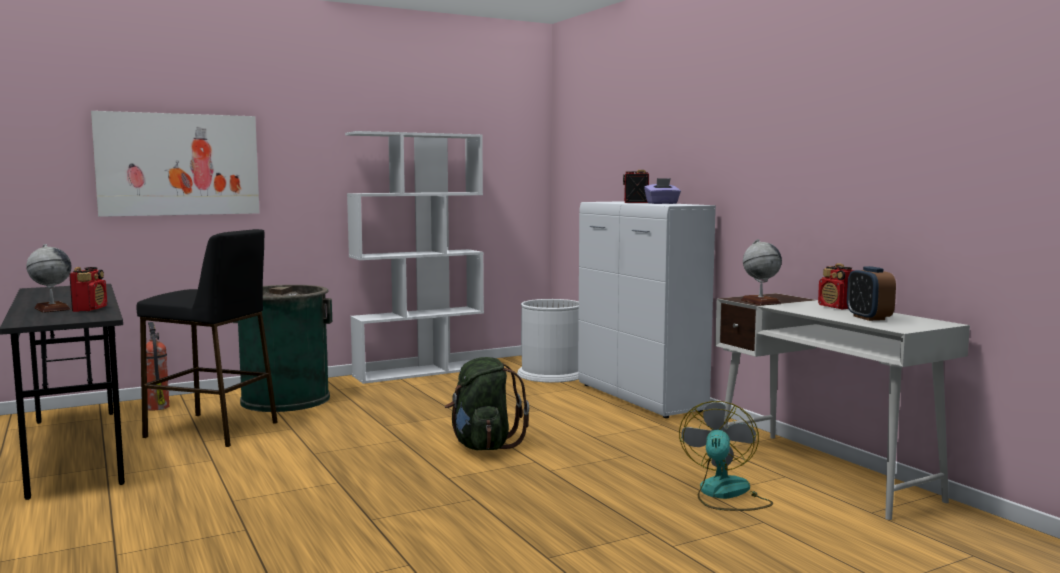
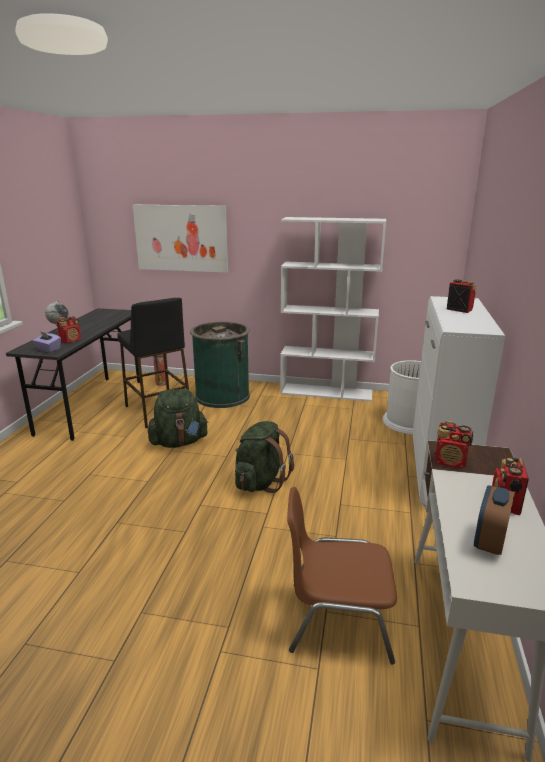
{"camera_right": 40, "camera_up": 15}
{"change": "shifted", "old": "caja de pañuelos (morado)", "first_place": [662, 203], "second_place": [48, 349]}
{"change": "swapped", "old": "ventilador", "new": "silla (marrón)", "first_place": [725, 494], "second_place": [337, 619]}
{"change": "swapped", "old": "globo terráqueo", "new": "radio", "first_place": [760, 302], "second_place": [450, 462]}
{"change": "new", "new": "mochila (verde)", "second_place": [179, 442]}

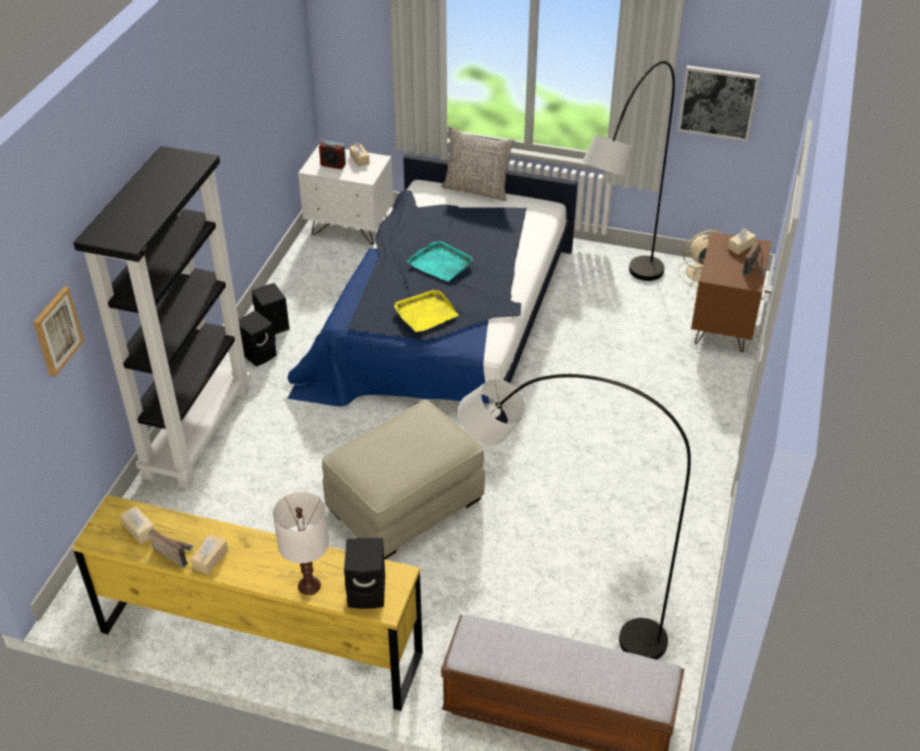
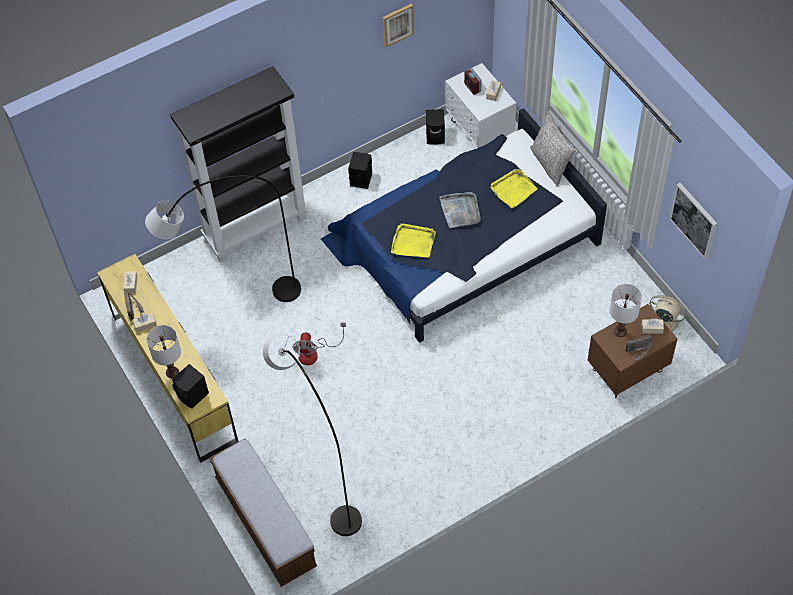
{"camera_right": 45, "camera_up": 15}
{"change": "shifted", "old": "cuadro", "first_place": [56, 331], "second_place": [397, 24]}
{"change": "shifted", "old": "altavoz (negro)", "first_place": [259, 354], "second_place": [436, 136]}
{"change": "swapped", "old": "puf (beis)", "new": "ventilador", "first_place": [405, 504], "second_place": [314, 353]}
{"change": "repainted", "old": "bandeja (turquesa)", "new": "bandeja (gris)", "first_place": [441, 263], "second_place": [460, 211]}
{"change": "shifted", "old": "lámpara de pie (gris)", "first_place": [616, 305], "second_place": [234, 303]}
{"change": "new", "new": "bandeja (amarillo)", "second_place": [513, 190]}
{"change": "new", "new": "lámpara de mesa (blanco)", "second_place": [620, 331]}

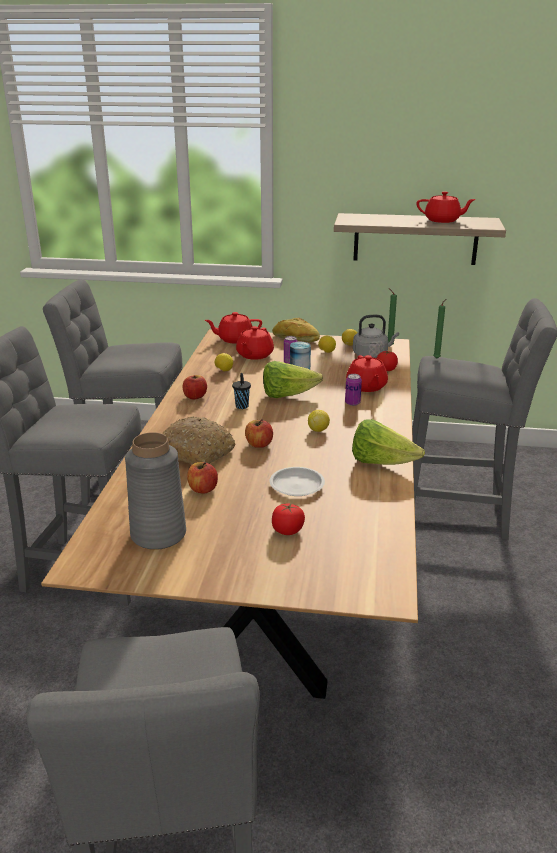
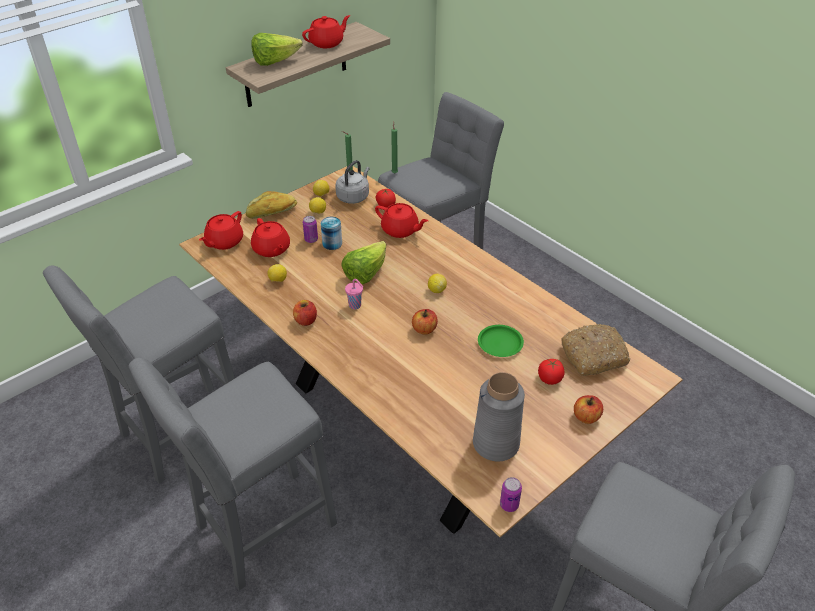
{"camera_right": -50, "camera_up": 15}
{"change": "shifted", "old": "pan", "first_place": [197, 451], "second_place": [594, 355]}
{"change": "shifted", "old": "manzana", "first_place": [202, 489], "second_place": [586, 417]}
{"change": "repainted", "old": "taza (negro)", "new": "taza (rosa)", "first_place": [242, 407], "second_place": [355, 306]}
{"change": "repainted", "old": "plato (blanco)", "new": "plato (verde)", "first_place": [297, 485], "second_place": [500, 343]}
{"change": "shifted", "old": "lata", "first_place": [352, 403], "second_place": [509, 505]}
{"change": "shifted", "old": "lechuga", "first_place": [381, 463], "second_place": [275, 62]}

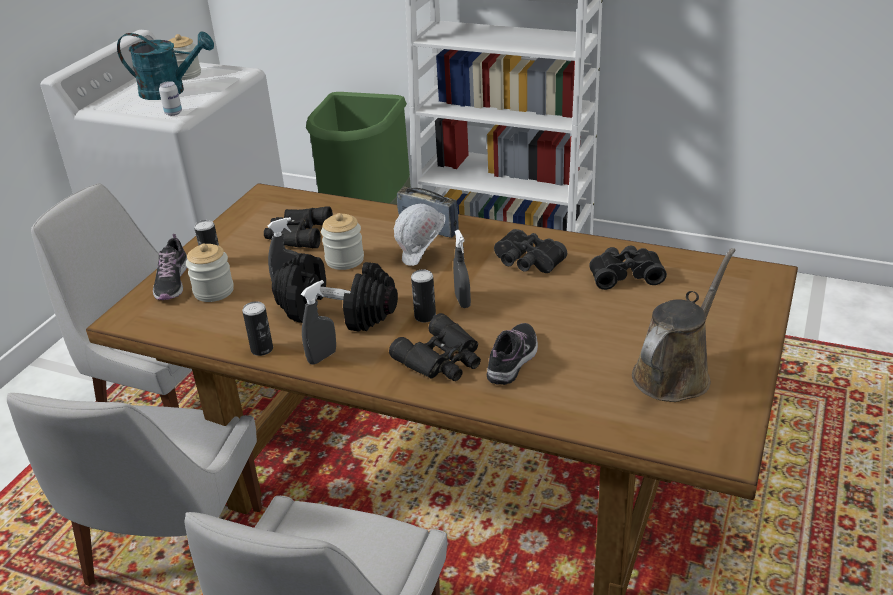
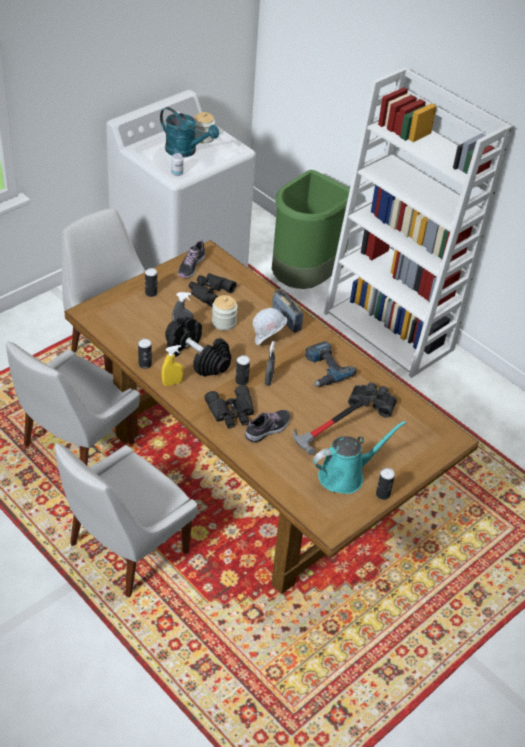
{"camera_right": 20, "camera_up": 10}
{"change": "shifted", "old": "zapato", "first_place": [172, 282], "second_place": [191, 266]}
{"change": "gone", "old": "tarro", "first_place": [214, 291]}
{"change": "repainted", "old": "pulverizador (gris)", "new": "pulverizador (amarillo)", "first_place": [322, 357], "second_place": [172, 383]}
{"change": "swapped", "old": "prismáticos (negro)", "new": "taladro", "first_place": [526, 262], "second_place": [323, 369]}
{"change": "repainted", "old": "regadera (marrón)", "new": "regadera (turquesa)", "first_place": [675, 373], "second_place": [345, 475]}
{"change": "new", "new": "martillo", "second_place": [324, 438]}
{"change": "new", "new": "lata", "second_place": [382, 494]}

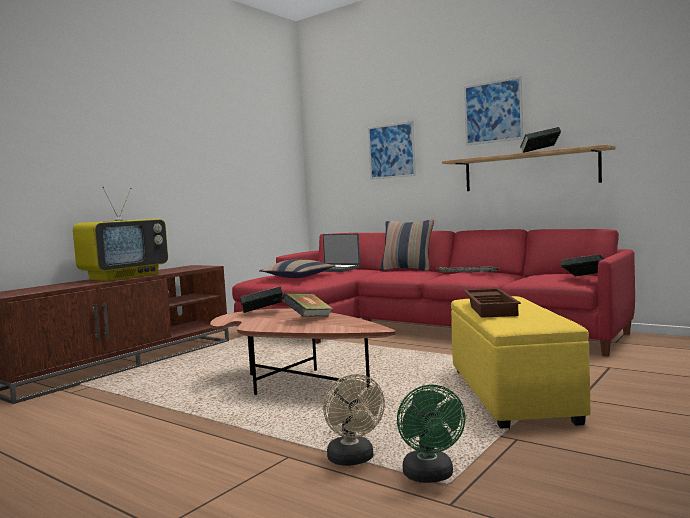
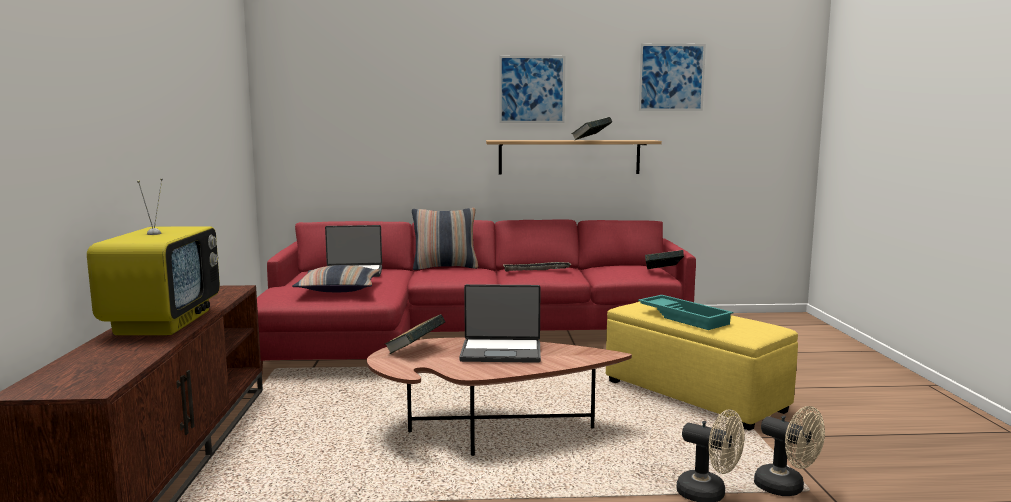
{"camera_right": -40, "camera_up": 5}
{"change": "swapped", "old": "libro", "new": "portátil", "first_place": [308, 319], "second_place": [501, 352]}
{"change": "shifted", "old": "cuadro", "first_place": [391, 151], "second_place": [671, 77]}
{"change": "repainted", "old": "ventilador (verde)", "new": "ventilador (beis)", "first_place": [430, 476], "second_place": [787, 488]}
{"change": "repainted", "old": "bandeja (marrón)", "new": "bandeja (turquesa)", "first_place": [491, 308], "second_place": [685, 317]}

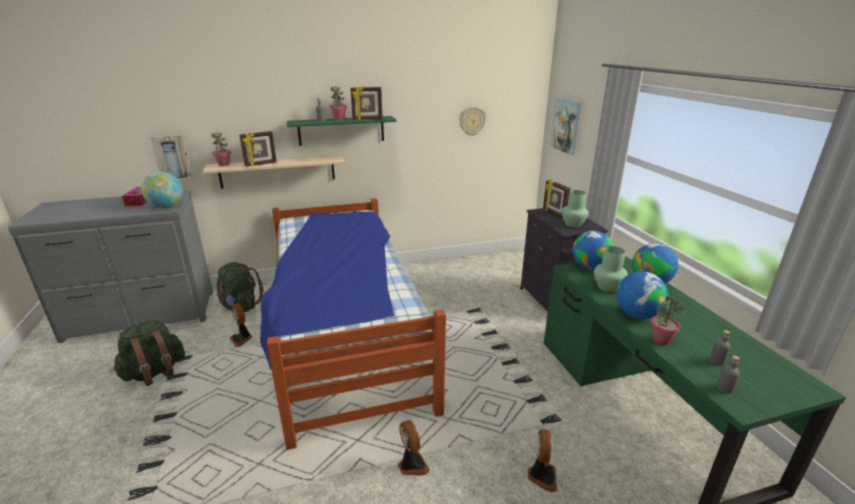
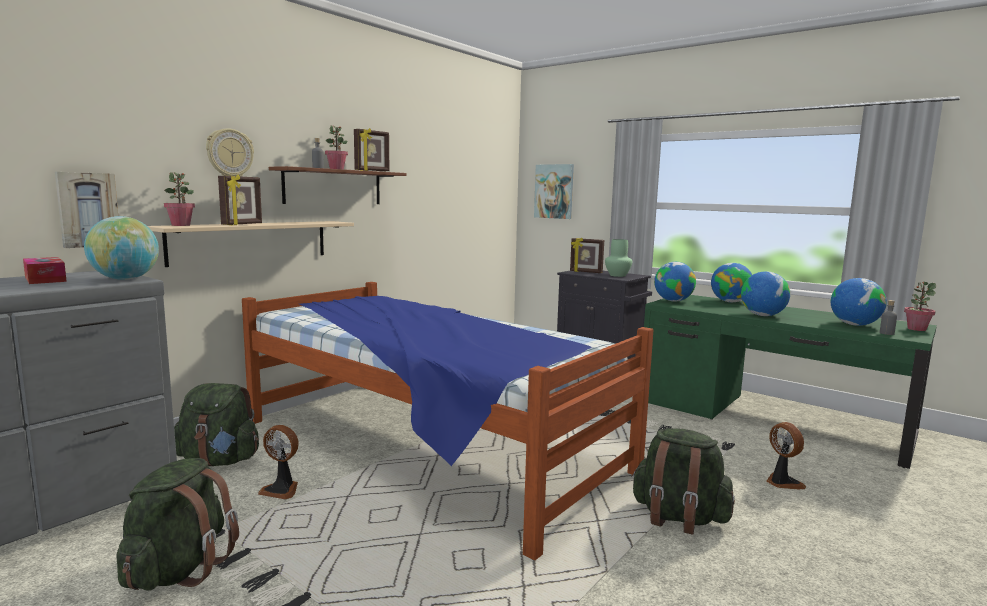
{"camera_right": -35, "camera_up": -15}
{"change": "repainted", "old": "estante (verde)", "new": "estante (marrón)", "first_place": [341, 130], "second_place": [333, 187]}
{"change": "swapped", "old": "ventilador", "new": "mochila (verde)", "first_place": [412, 465], "second_place": [678, 518]}
{"change": "shifted", "old": "reloj de pared", "first_place": [472, 121], "second_place": [229, 153]}
{"change": "gone", "old": "florero (verde)", "first_place": [607, 287]}
{"change": "shifted", "old": "planta en maceta", "first_place": [661, 340], "second_place": [916, 329]}
{"change": "swapped", "old": "botella (gris)", "new": "globo terráqueo", "first_place": [717, 361], "second_place": [854, 325]}

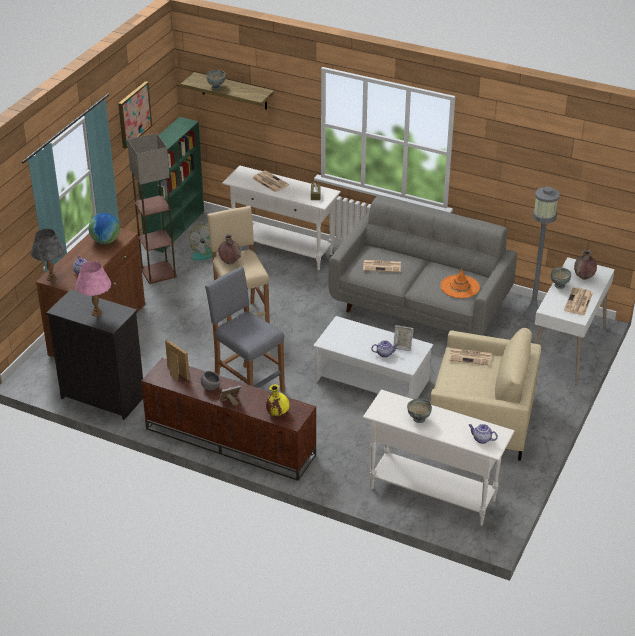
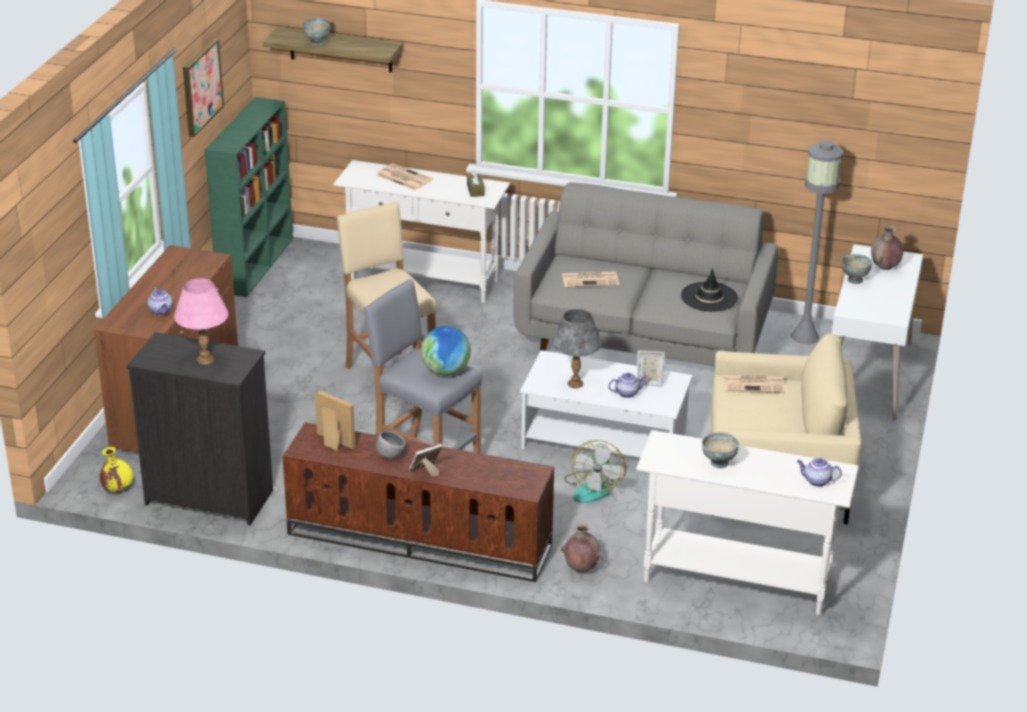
{"camera_right": -10, "camera_up": -5}
{"change": "shifted", "old": "lámpara de mesa (gris)", "first_place": [52, 278], "second_place": [575, 384]}
{"change": "shifted", "old": "globo terráqueo", "first_place": [106, 241], "second_place": [446, 371]}
{"change": "gone", "old": "lámpara de pie", "first_place": [158, 272]}
{"change": "shifted", "old": "ventilador", "first_place": [205, 252], "second_place": [593, 488]}
{"change": "shifted", "old": "florero (marrón)", "first_place": [229, 262], "second_place": [581, 568]}
{"change": "shifted", "old": "florero (amarillo)", "first_place": [277, 413], "second_place": [117, 488]}
{"change": "repainted", "old": "sombrero (naranja)", "new": "sombrero (negro)", "first_place": [460, 287], "second_place": [709, 297]}
{"change": "gone", "old": "periódico", "first_place": [578, 302]}

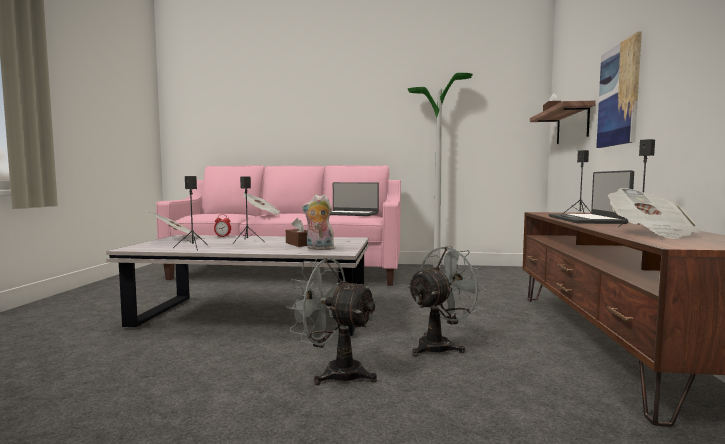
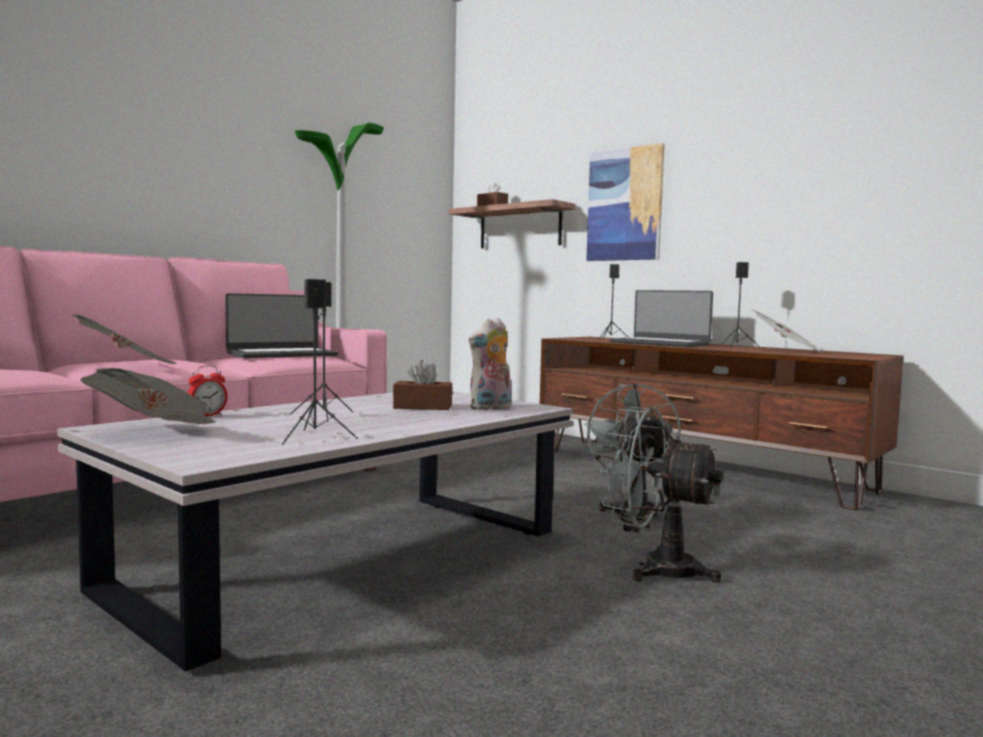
{"camera_right": -55, "camera_up": 0}
{"change": "rotated", "old": "ventilador (gris)", "first_place": [334, 372], "second_place": [655, 568], "degrees": 60}

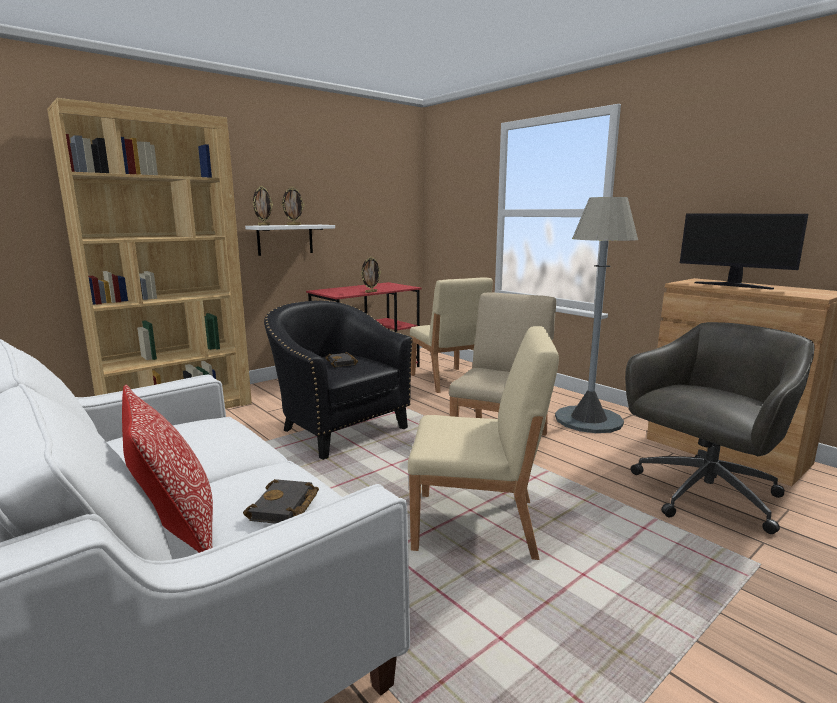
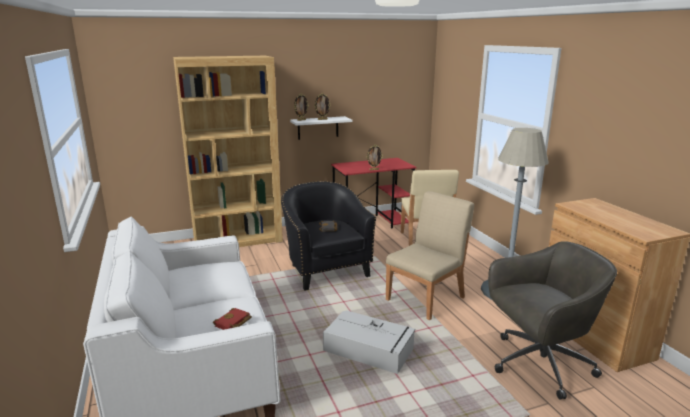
{"camera_right": 20, "camera_up": 5}
{"change": "gone", "old": "cojín", "first_place": [177, 532]}
{"change": "repainted", "old": "libro (negro)", "new": "libro (rojo)", "first_place": [284, 508], "second_place": [233, 323]}
{"change": "swapped", "old": "silla (beis)", "new": "caja de almacenaje (gris)", "first_place": [477, 525], "second_place": [369, 350]}
{"change": "gone", "old": "monitor", "first_place": [733, 285]}

